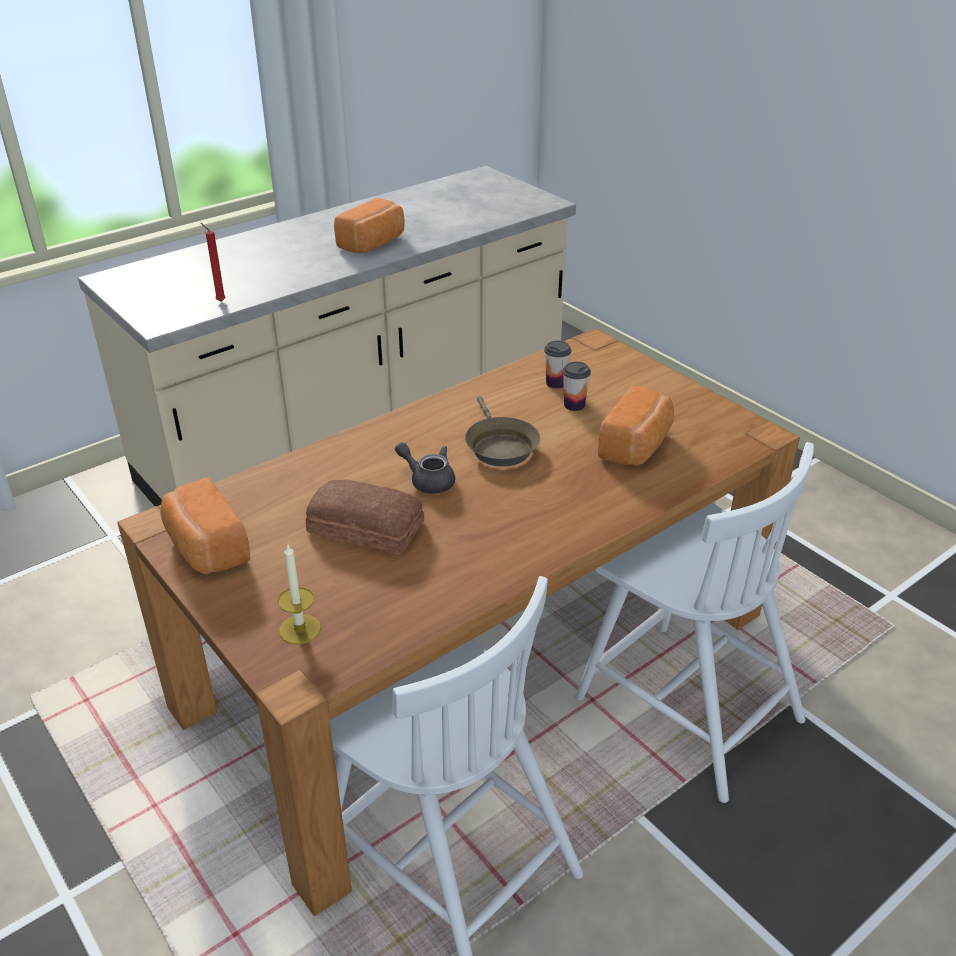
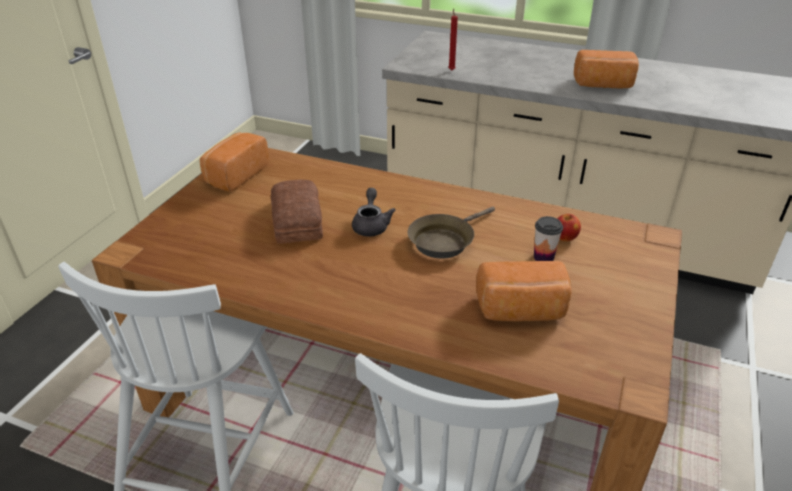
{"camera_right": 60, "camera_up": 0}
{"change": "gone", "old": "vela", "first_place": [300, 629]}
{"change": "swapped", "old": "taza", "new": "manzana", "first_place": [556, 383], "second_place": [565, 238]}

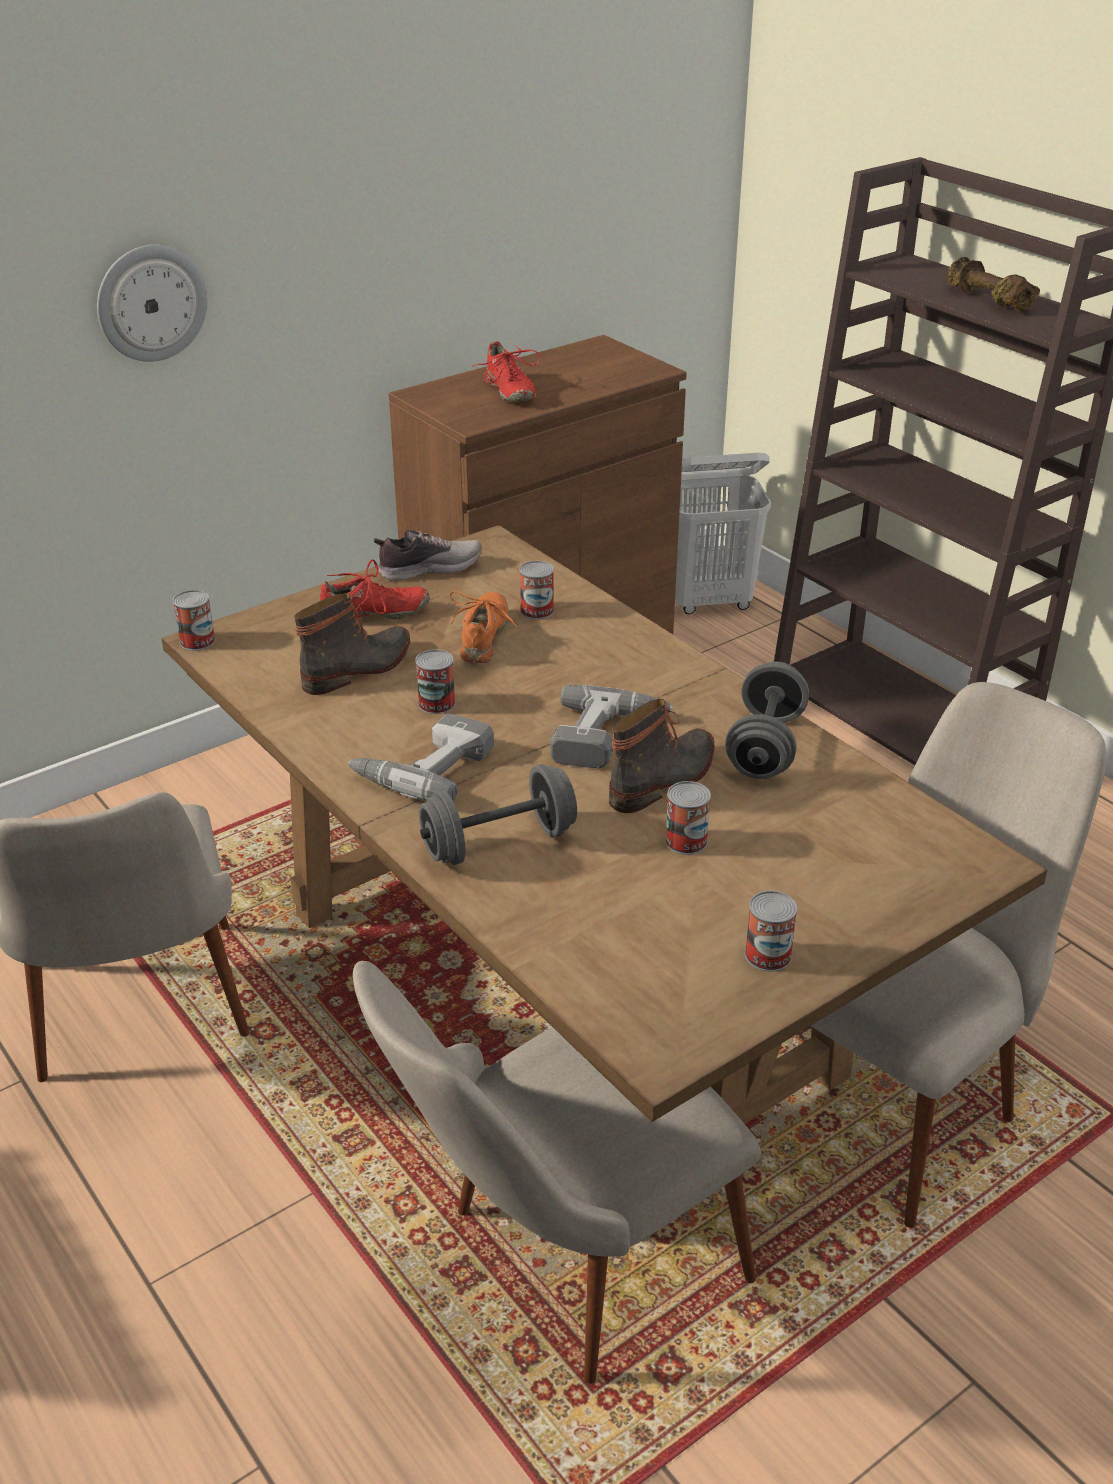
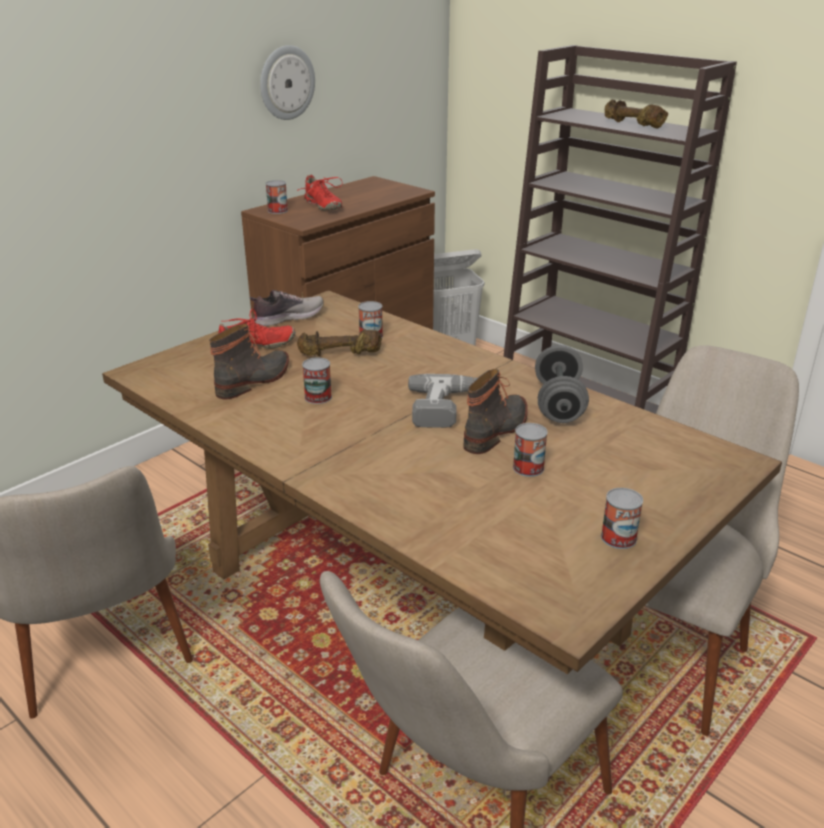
{"camera_right": -10, "camera_up": -5}
{"change": "shifted", "old": "reloj de pared", "first_place": [151, 302], "second_place": [286, 82]}
{"change": "shifted", "old": "lata", "first_place": [197, 641], "second_place": [277, 210]}
{"change": "gone", "old": "taladro", "first_place": [424, 768]}
{"change": "gone", "old": "mancuerna (gris)", "first_place": [499, 843]}
{"change": "swapped", "old": "zapato (naranja)", "new": "mancuerna (marrón)", "first_place": [484, 638], "second_place": [340, 355]}

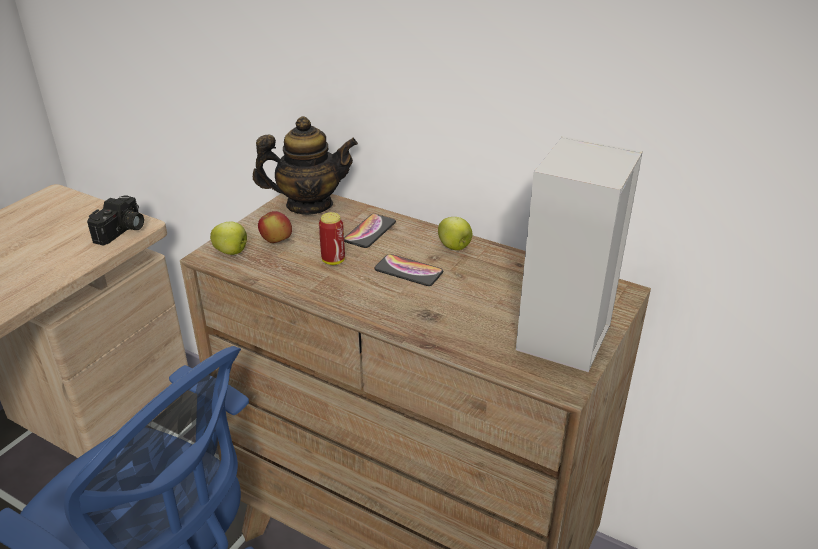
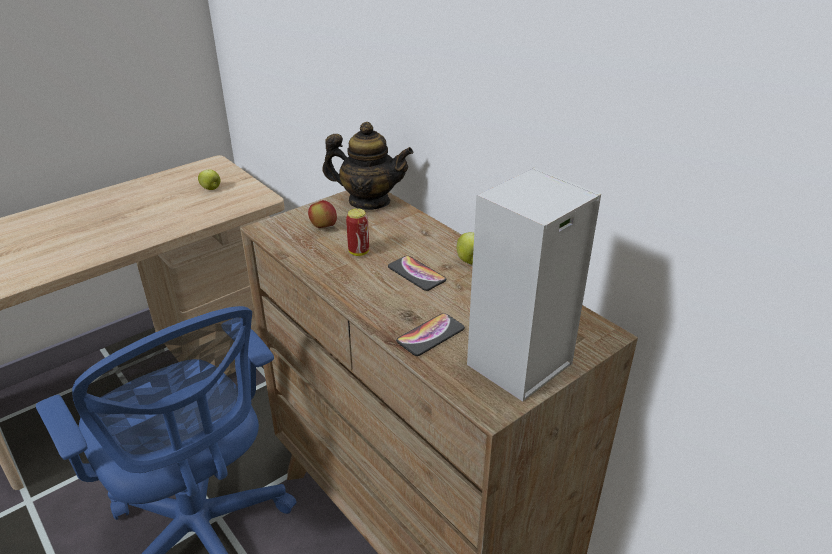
{"camera_right": 20, "camera_up": 0}
{"change": "gone", "old": "cámara", "first_place": [122, 231]}
{"change": "shifted", "old": "manzana", "first_place": [232, 252], "second_place": [211, 189]}
{"change": "shifted", "old": "móvil", "first_place": [370, 232], "second_place": [430, 335]}

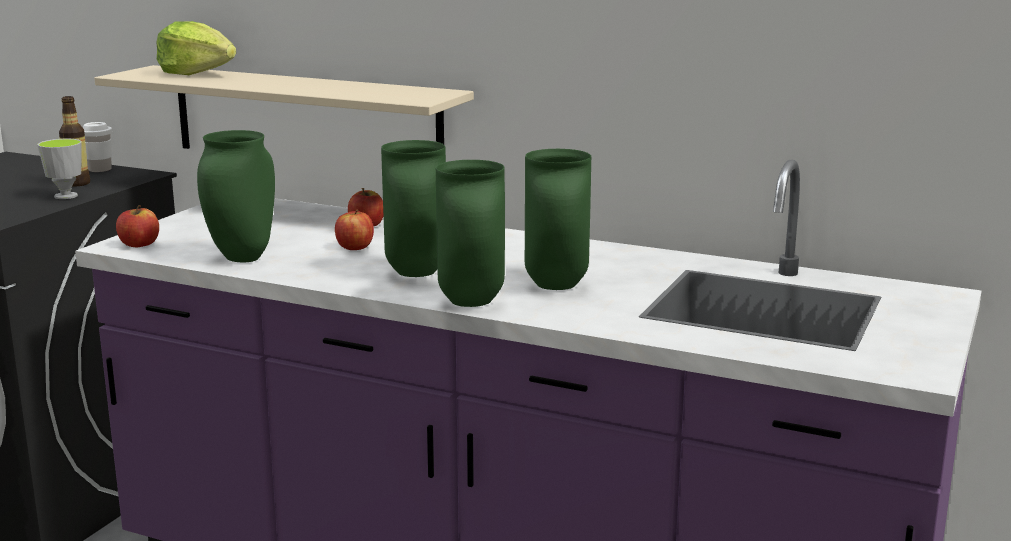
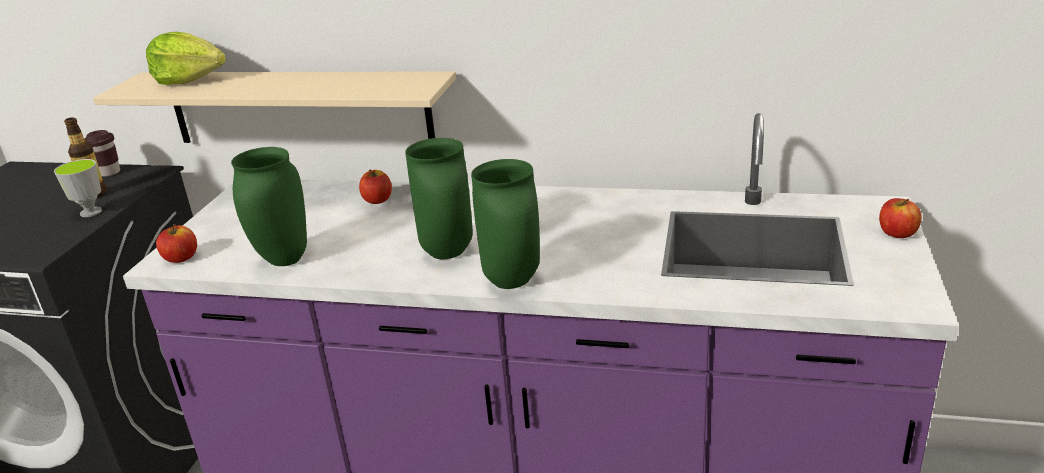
{"camera_right": -10, "camera_up": 10}
{"change": "repainted", "old": "taza (blanco)", "new": "taza (marrón)", "first_place": [99, 170], "second_place": [109, 172]}
{"change": "shifted", "old": "manzana", "first_place": [355, 247], "second_place": [897, 233]}
{"change": "gone", "old": "florero (verde)", "first_place": [558, 285]}

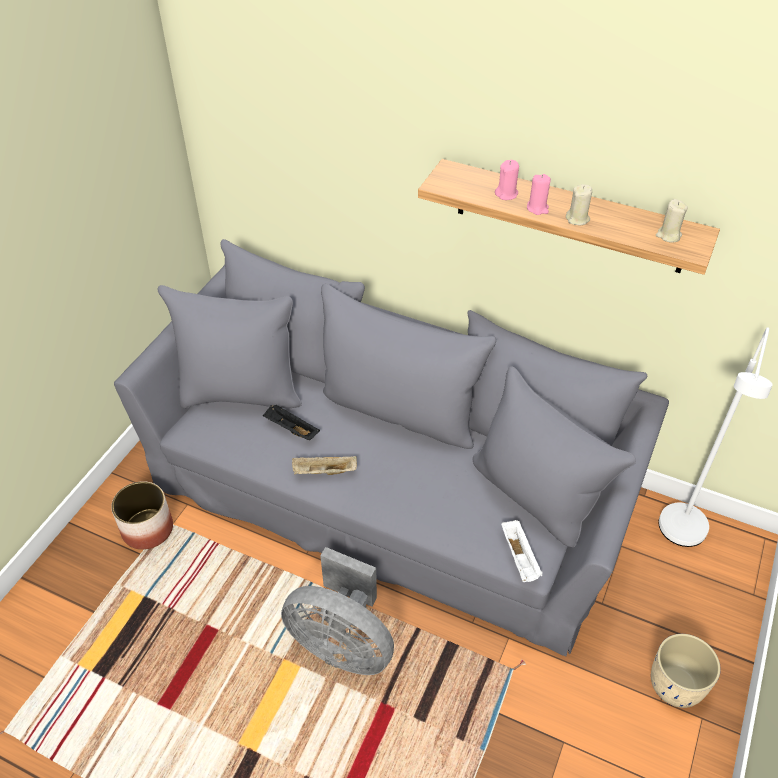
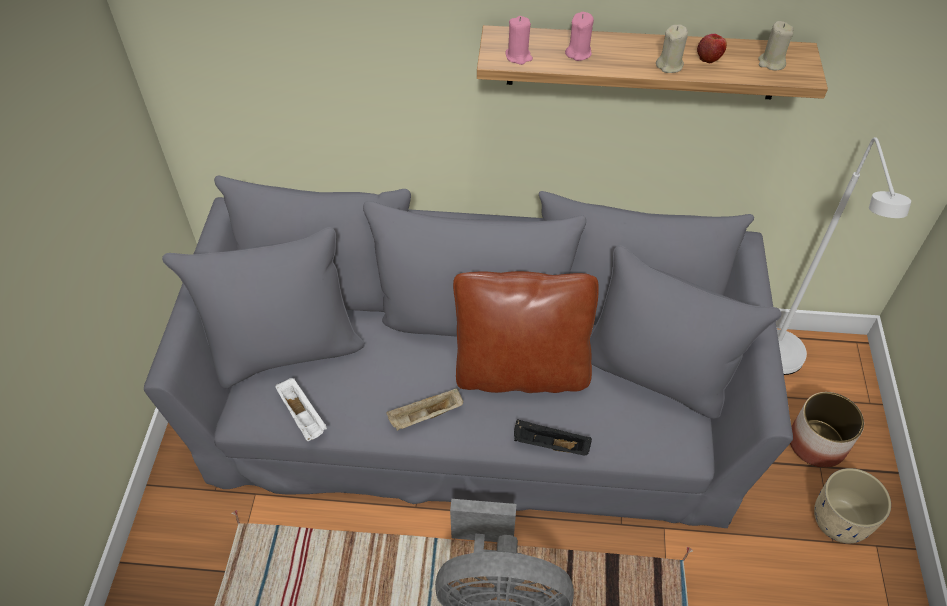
{"camera_right": -20, "camera_up": 5}
{"change": "shifted", "old": "maceta", "first_place": [147, 528], "second_place": [816, 443]}
{"change": "shifted", "old": "bandeja (negro)", "first_place": [290, 429], "second_place": [549, 445]}
{"change": "shifted", "old": "bandeja (blanco)", "first_place": [520, 558], "second_place": [303, 416]}
{"change": "shifted", "old": "vela (rosa)", "first_place": [537, 208], "second_place": [518, 56]}
{"change": "new", "new": "cojín (marrón)", "second_place": [521, 370]}
{"change": "new", "new": "manzana", "second_place": [709, 57]}

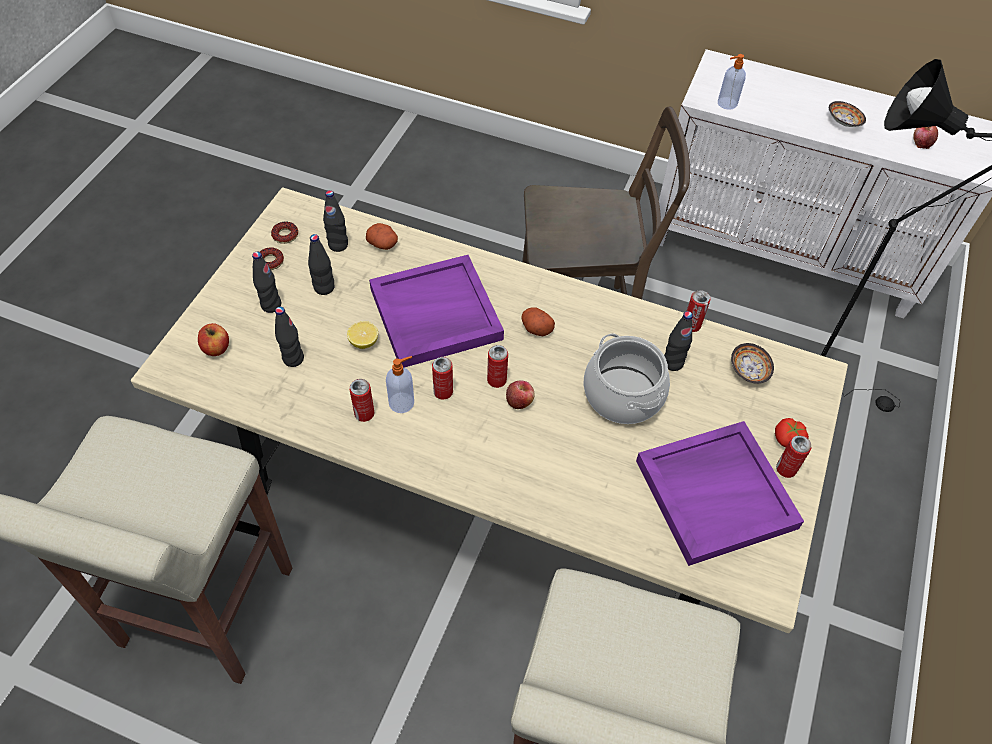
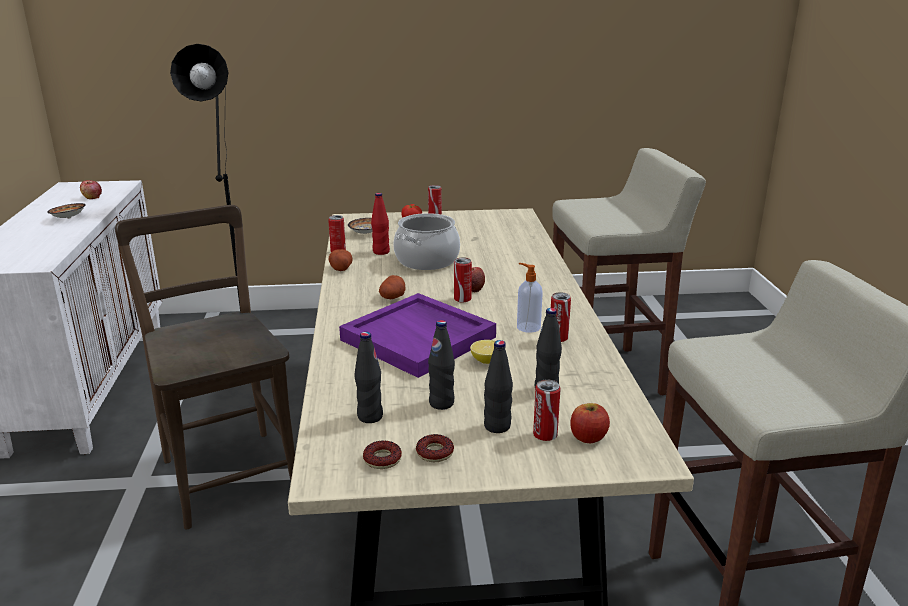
{"camera_right": -115, "camera_up": -30}
{"change": "shifted", "old": "patata", "first_place": [383, 243], "second_place": [341, 267]}
{"change": "shifted", "old": "lata", "first_place": [443, 392], "second_place": [545, 435]}
{"change": "gone", "old": "bandeja (morado)", "first_place": [716, 492]}
{"change": "repainted", "old": "botella (negro)", "new": "botella (rojo)", "first_place": [672, 363], "second_place": [381, 252]}
{"change": "gone", "old": "dispensador de jabón", "first_place": [726, 103]}

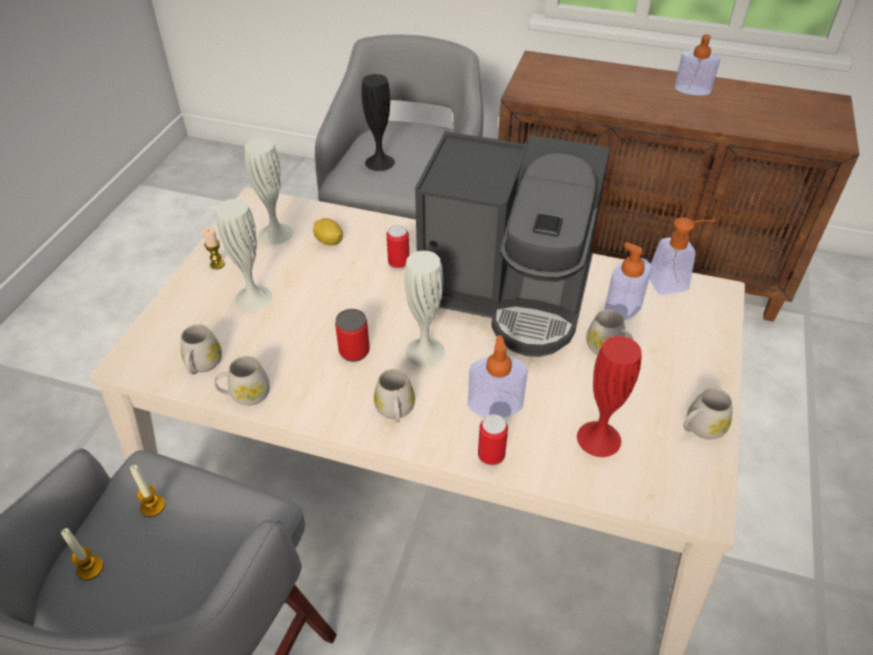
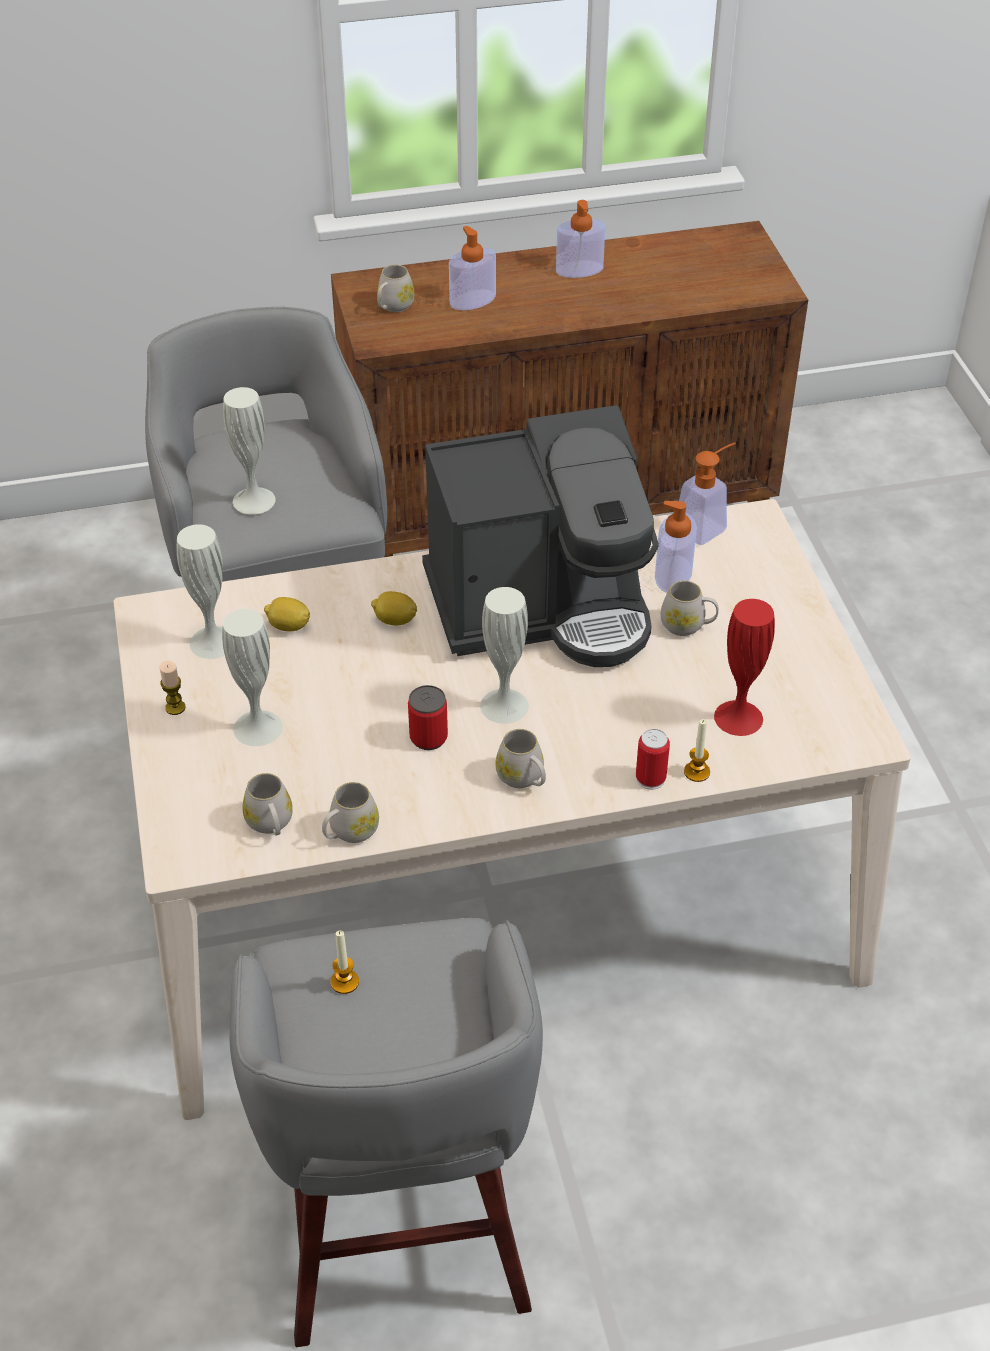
{"camera_right": -30, "camera_up": 0}
{"change": "shifted", "old": "vela", "first_place": [90, 568], "second_place": [697, 772]}
{"change": "repainted", "old": "florero (negro)", "new": "florero (blanco)", "first_place": [380, 162], "second_place": [254, 500]}
{"change": "swapped", "old": "lata", "new": "limón", "first_place": [398, 263], "second_place": [395, 620]}
{"change": "shifted", "old": "dispensador de jabón", "first_place": [495, 405], "second_place": [472, 300]}
{"change": "shifted", "old": "taza grande (blanco)", "first_place": [700, 428], "second_place": [393, 307]}

